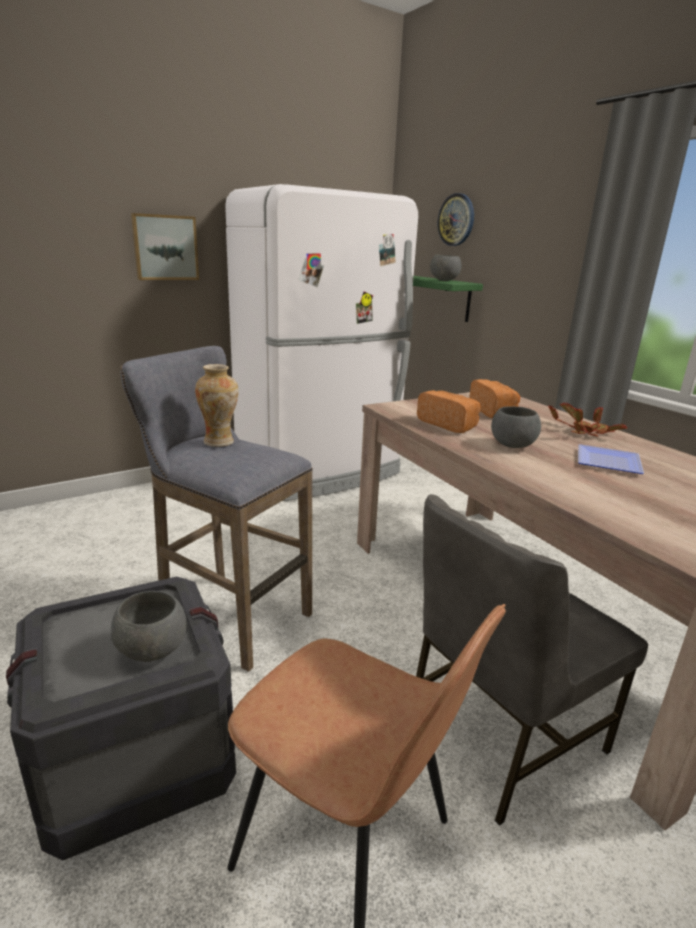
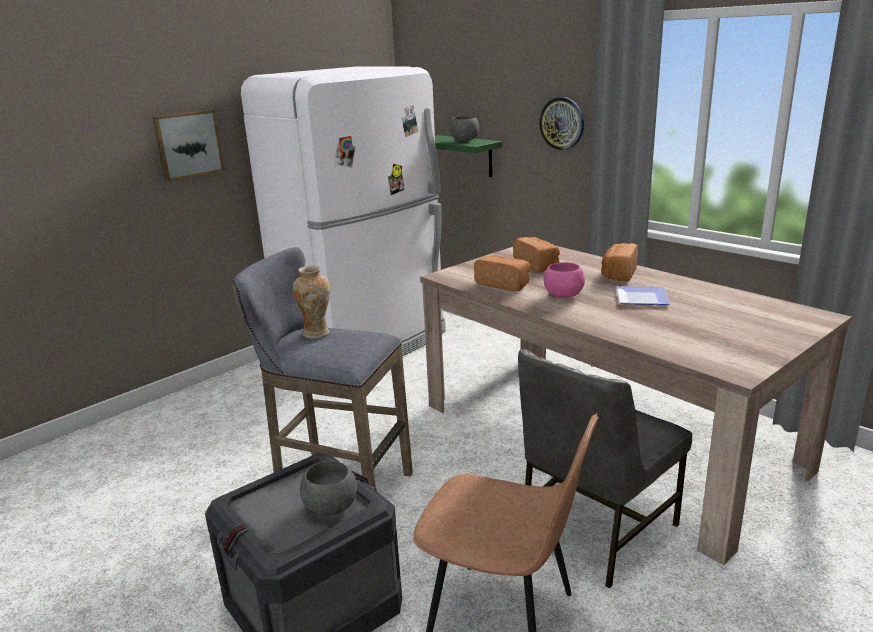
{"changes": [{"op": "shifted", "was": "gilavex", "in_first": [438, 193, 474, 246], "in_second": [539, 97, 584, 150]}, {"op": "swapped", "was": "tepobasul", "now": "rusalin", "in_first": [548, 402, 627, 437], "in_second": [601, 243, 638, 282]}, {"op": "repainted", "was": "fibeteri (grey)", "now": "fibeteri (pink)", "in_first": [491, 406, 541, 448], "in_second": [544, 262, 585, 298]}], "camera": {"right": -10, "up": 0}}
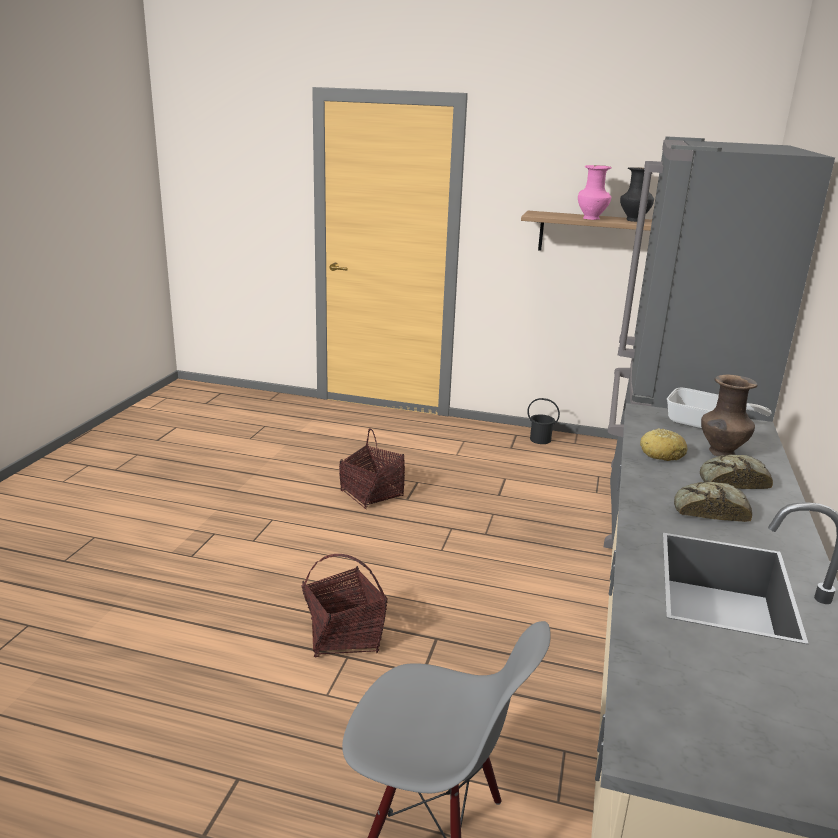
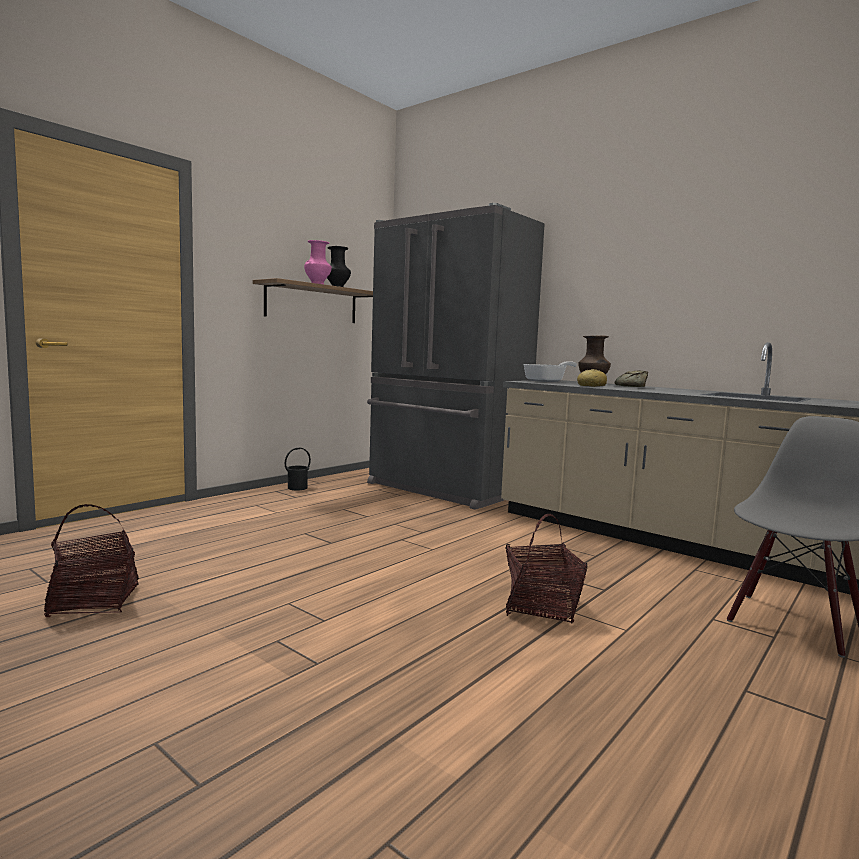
{"changes": [{"op": "shifted", "was": "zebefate", "in_first": [339, 428, 405, 509], "in_second": [44, 504, 139, 617]}, {"op": "gone", "was": "rusalin", "in_first": [674, 482, 752, 522]}], "camera": {"right": -65, "up": -15}}
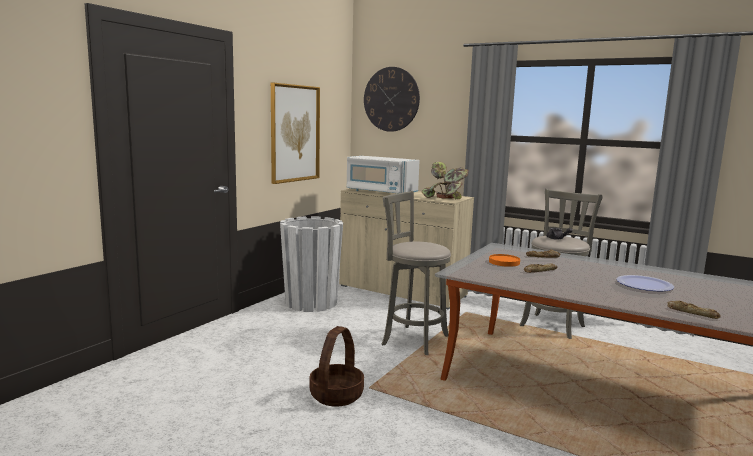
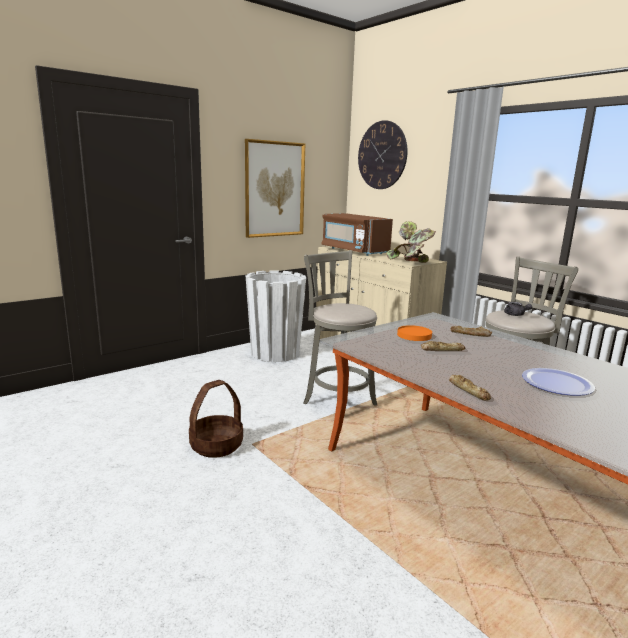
{"changes": [{"op": "repainted", "was": "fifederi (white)", "now": "fifederi (brown)", "in_first": [346, 156, 420, 193], "in_second": [321, 213, 393, 256]}, {"op": "shifted", "was": "rusalin", "in_first": [667, 301, 721, 319], "in_second": [449, 375, 491, 401]}], "camera": {"right": 20, "up": 5}}
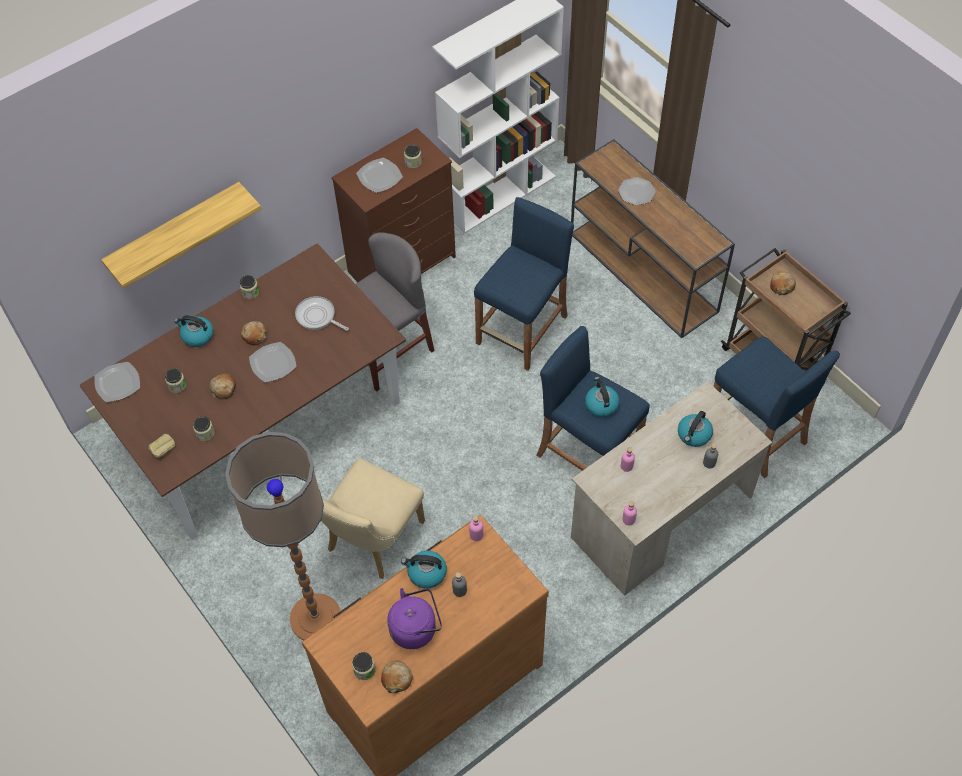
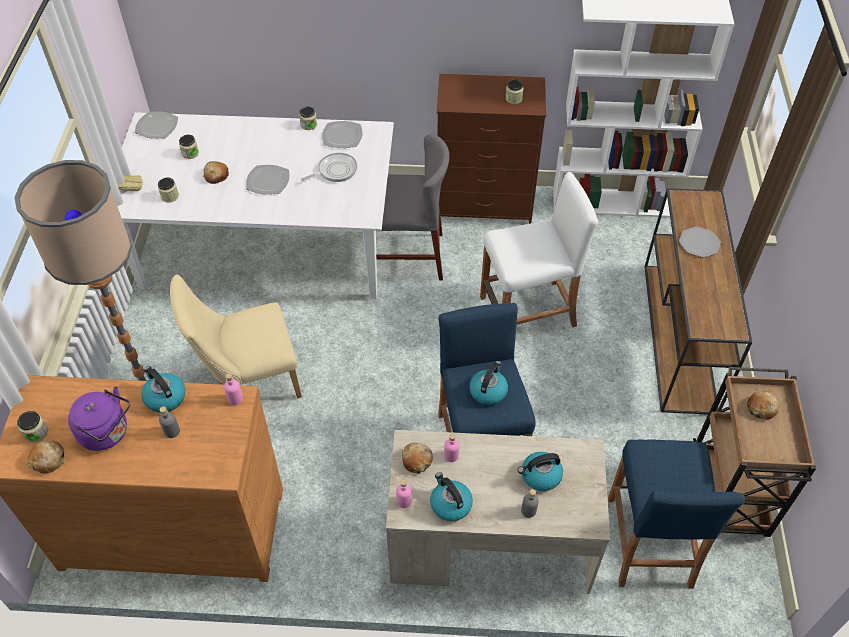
{"changes": [{"op": "shifted", "was": "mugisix", "in_first": [356, 158, 403, 193], "in_second": [322, 121, 363, 148]}, {"op": "gone", "was": "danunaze", "in_first": [101, 182, 261, 289]}, {"op": "repainted", "was": "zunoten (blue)", "now": "zunoten (white)", "in_first": [474, 197, 574, 371], "in_second": [480, 172, 598, 327]}, {"op": "repainted", "was": "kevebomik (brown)", "now": "kevebomik (white)", "in_first": [80, 244, 406, 540], "in_second": [117, 112, 394, 299]}, {"op": "rotated", "was": "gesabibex", "in_first": [295, 296, 349, 331], "in_second": [301, 153, 357, 182], "clockwise": 75}, {"op": "shifted", "was": "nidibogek", "in_first": [174, 315, 213, 347], "in_second": [430, 472, 473, 521]}, {"op": "shifted", "was": "rusalin", "in_first": [241, 321, 267, 345], "in_second": [402, 442, 433, 474]}], "camera": {"right": 40, "up": -5}}
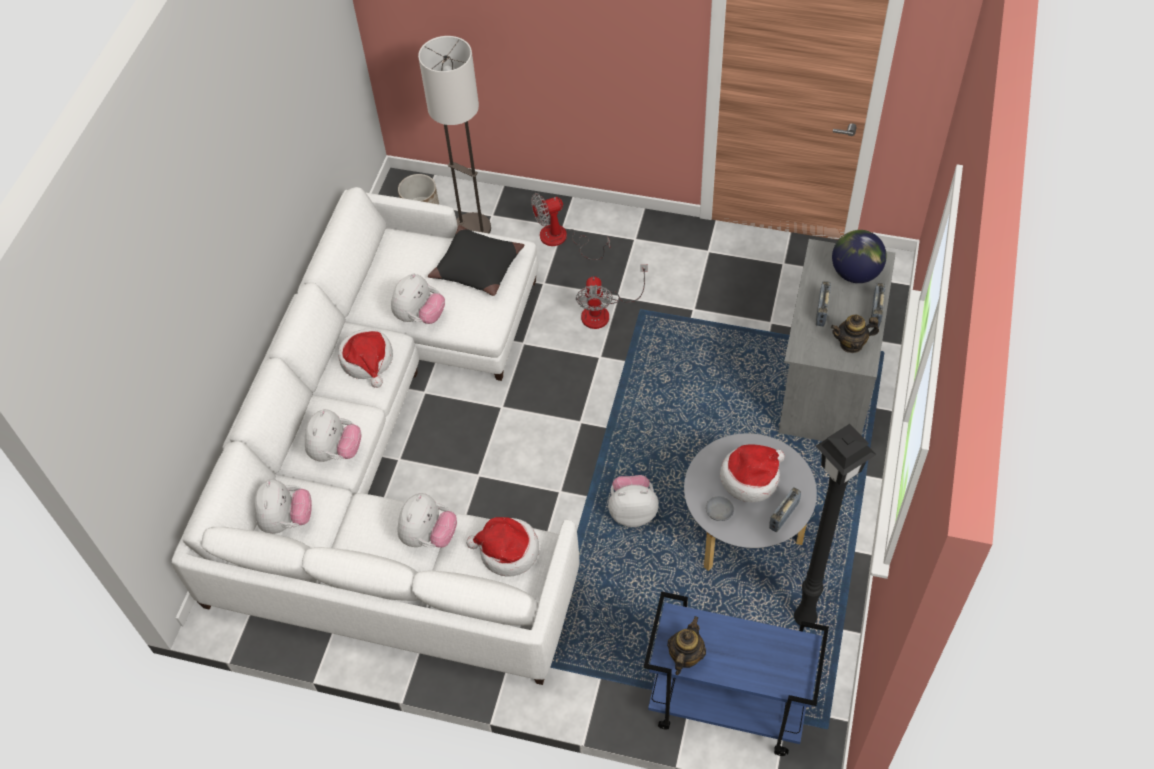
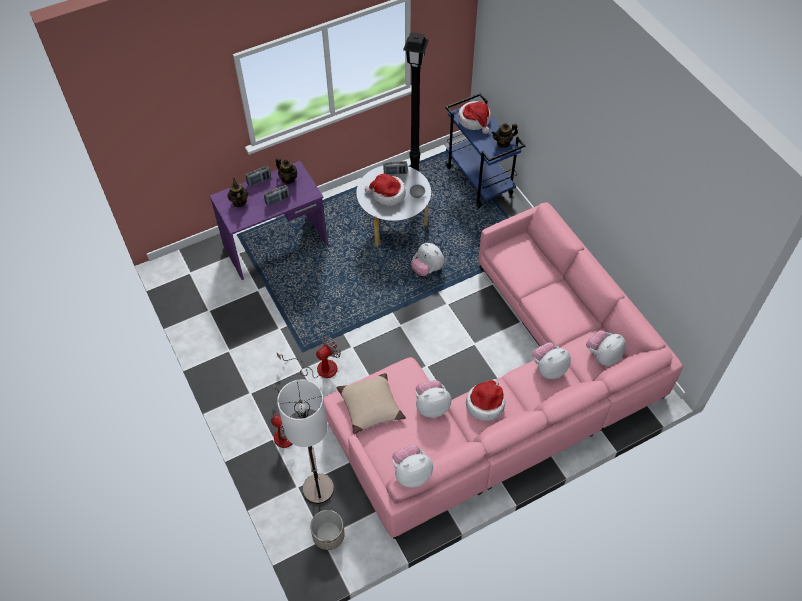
{"changes": [{"op": "repainted", "was": "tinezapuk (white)", "now": "tinezapuk (pink)", "in_first": [171, 187, 579, 685], "in_second": [323, 202, 683, 539]}, {"op": "repainted", "was": "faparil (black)", "now": "faparil (beige)", "in_first": [428, 225, 525, 296], "in_second": [337, 373, 406, 434]}, {"op": "swapped", "was": "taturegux", "now": "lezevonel", "in_first": [832, 230, 887, 283], "in_second": [227, 178, 248, 207]}, {"op": "repainted", "was": "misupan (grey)", "now": "misupan (purple)", "in_first": [778, 239, 896, 441], "in_second": [210, 161, 328, 280]}, {"op": "shifted", "was": "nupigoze", "in_first": [397, 493, 457, 548], "in_second": [392, 445, 433, 488]}, {"op": "shifted", "was": "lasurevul", "in_first": [466, 517, 539, 577], "in_second": [458, 101, 491, 134]}], "camera": {"right": -135, "up": 0}}
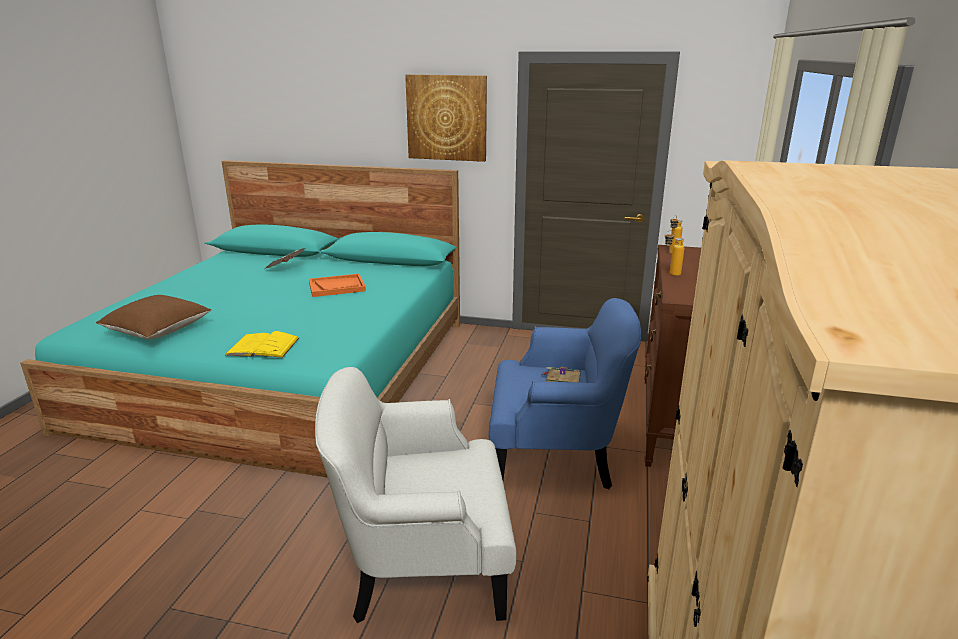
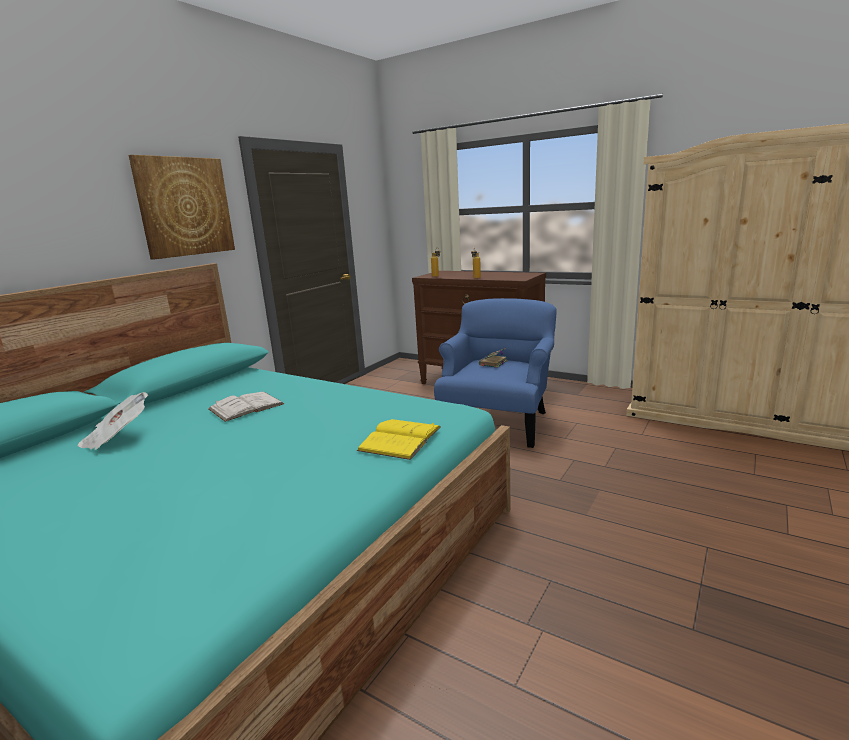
{"changes": [{"op": "swapped", "was": "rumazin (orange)", "now": "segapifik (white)", "in_first": [309, 274, 366, 297], "in_second": [208, 392, 285, 422]}, {"op": "gone", "was": "faparil (brown)", "in_first": [96, 295, 211, 339]}, {"op": "gone", "was": "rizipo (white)", "in_first": [315, 367, 517, 623]}], "camera": {"right": -70, "up": -5}}
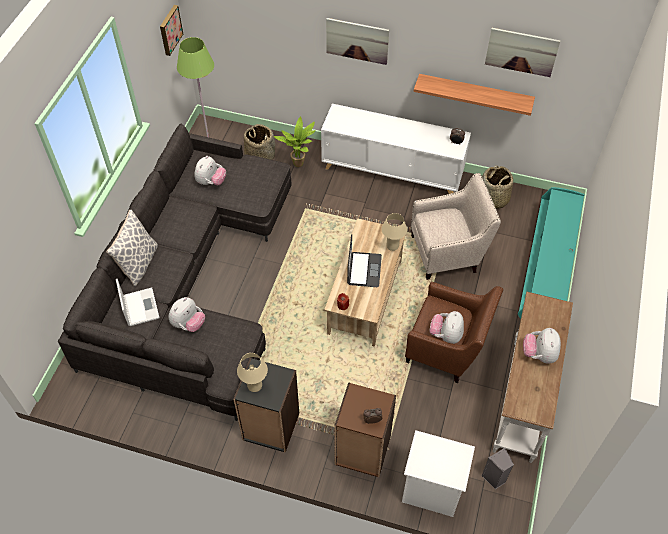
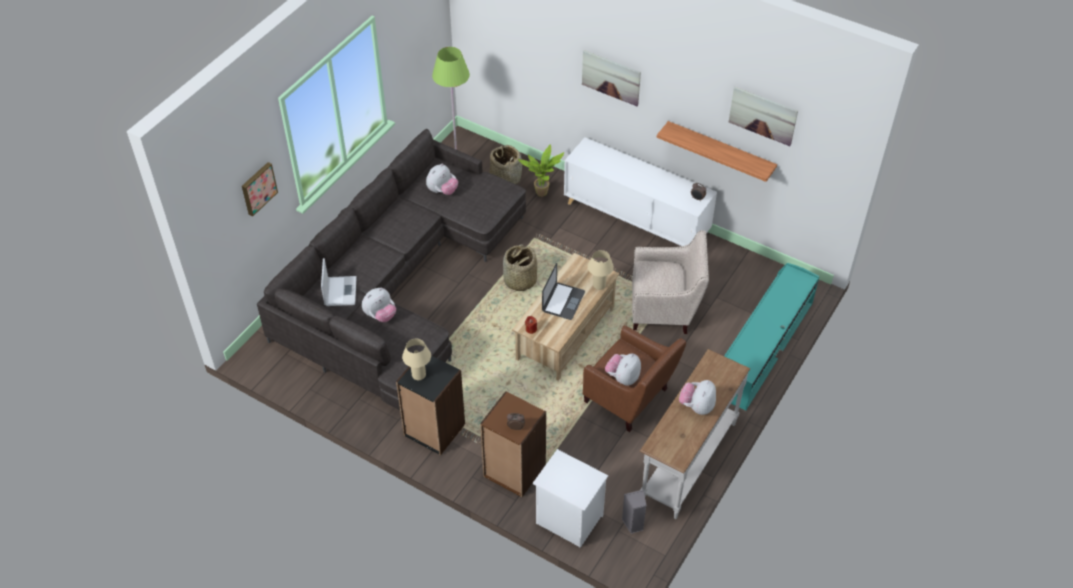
{"changes": [{"op": "shifted", "was": "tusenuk", "in_first": [160, 5, 183, 56], "in_second": [242, 162, 278, 217]}, {"op": "shifted", "was": "zebefate", "in_first": [482, 165, 513, 209], "in_second": [503, 244, 537, 292]}, {"op": "gone", "was": "faparil", "in_first": [106, 210, 158, 286]}], "camera": {"right": 15, "up": -5}}
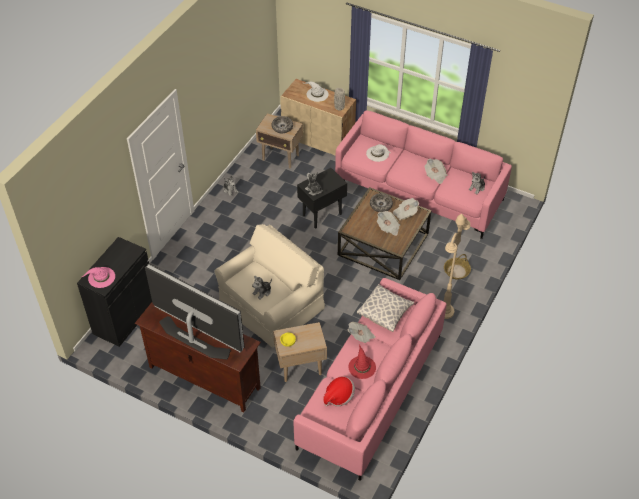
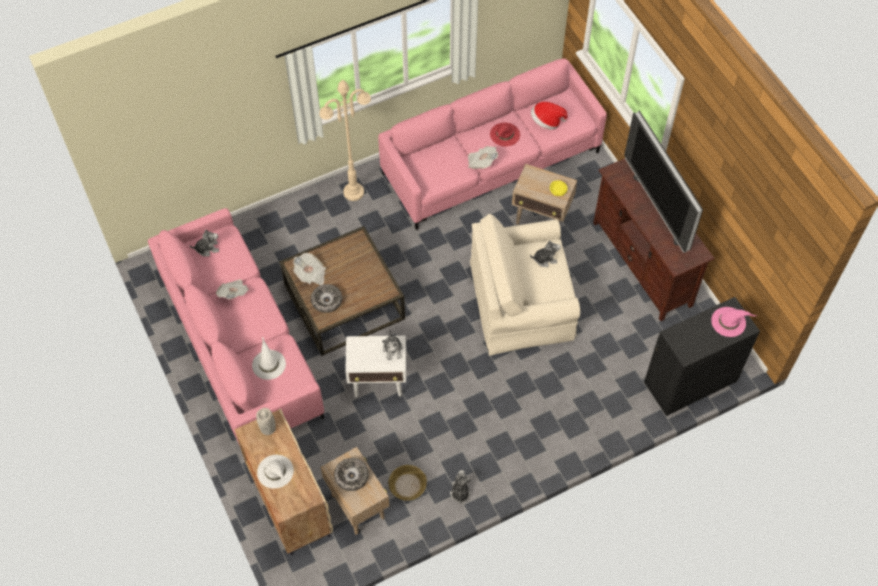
{"changes": [{"op": "repainted", "was": "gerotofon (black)", "now": "gerotofon (white)", "in_first": [297, 168, 347, 228], "in_second": [345, 336, 406, 397]}, {"op": "gone", "was": "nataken", "in_first": [377, 211, 400, 236]}, {"op": "shifted", "was": "zebefate", "in_first": [444, 254, 471, 280], "in_second": [388, 465, 427, 501]}, {"op": "gone", "was": "faparil", "in_first": [357, 284, 414, 332]}], "camera": {"right": -145, "up": 10}}
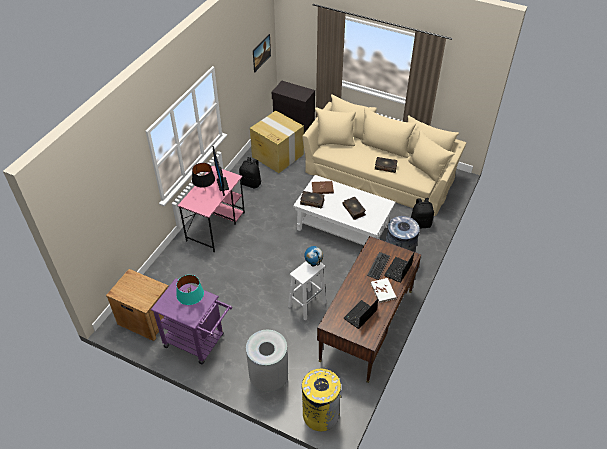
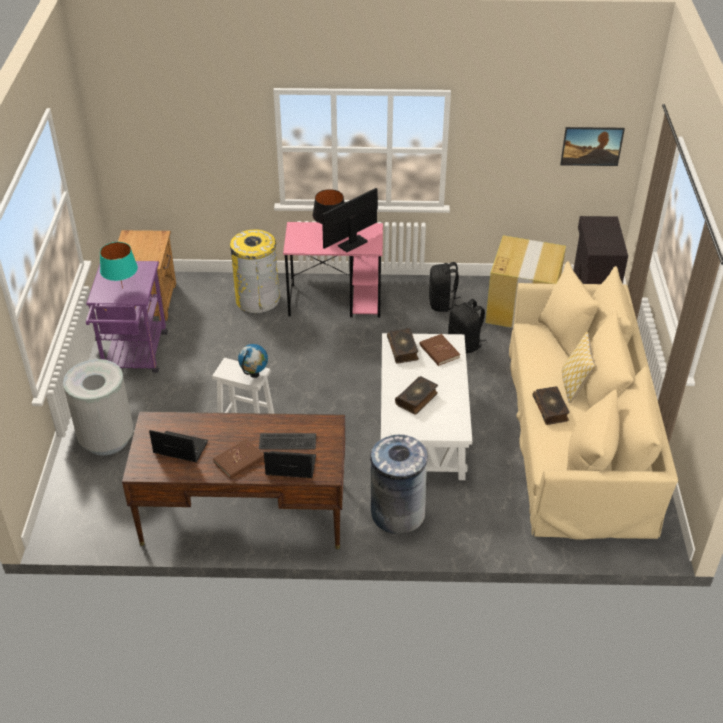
{"changes": [{"op": "shifted", "was": "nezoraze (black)", "in_first": [411, 198, 434, 229], "in_second": [448, 299, 486, 353]}, {"op": "repainted", "was": "segapifik (white)", "now": "segapifik (brown)", "in_first": [371, 278, 397, 303], "in_second": [213, 439, 264, 479]}, {"op": "shifted", "was": "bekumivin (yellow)", "in_first": [302, 369, 341, 431], "in_second": [230, 229, 280, 313]}, {"op": "new", "now": "faparil", "in_second": [562, 332, 596, 403]}], "camera": {"right": 65, "up": -5}}
